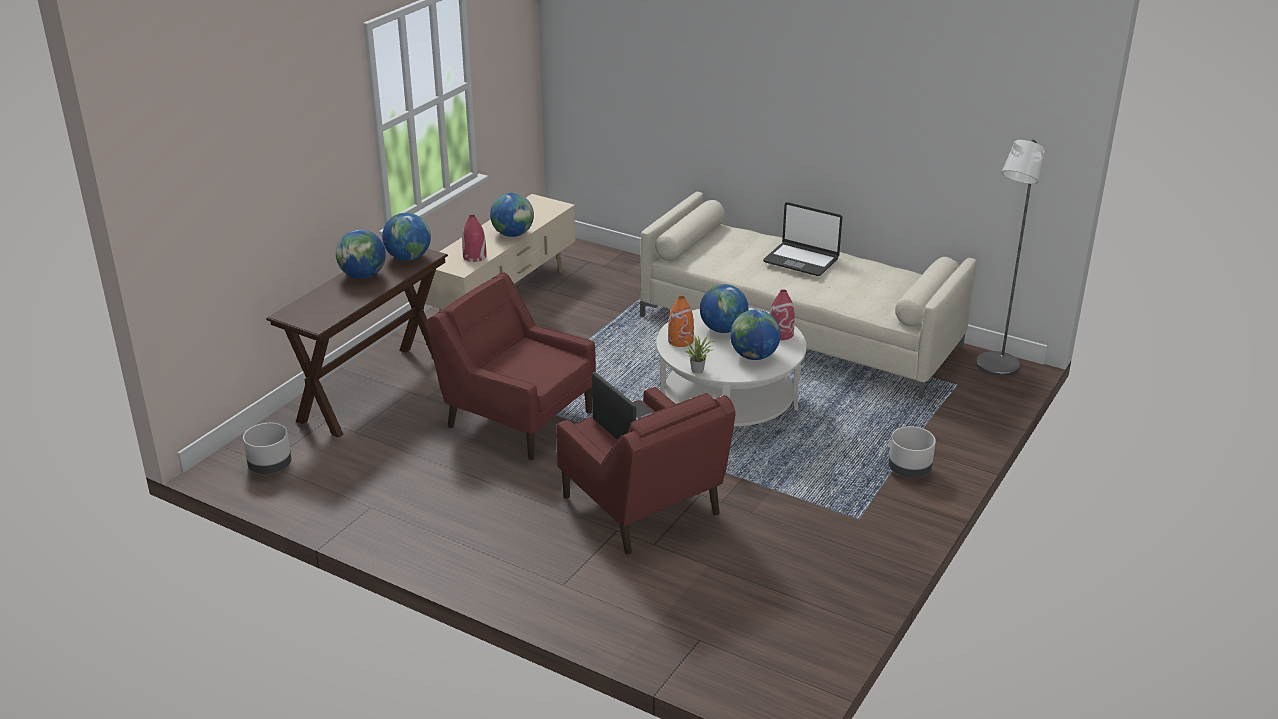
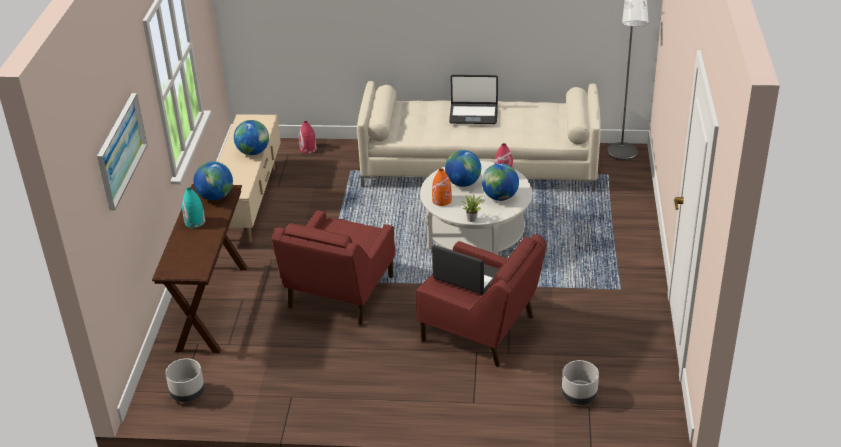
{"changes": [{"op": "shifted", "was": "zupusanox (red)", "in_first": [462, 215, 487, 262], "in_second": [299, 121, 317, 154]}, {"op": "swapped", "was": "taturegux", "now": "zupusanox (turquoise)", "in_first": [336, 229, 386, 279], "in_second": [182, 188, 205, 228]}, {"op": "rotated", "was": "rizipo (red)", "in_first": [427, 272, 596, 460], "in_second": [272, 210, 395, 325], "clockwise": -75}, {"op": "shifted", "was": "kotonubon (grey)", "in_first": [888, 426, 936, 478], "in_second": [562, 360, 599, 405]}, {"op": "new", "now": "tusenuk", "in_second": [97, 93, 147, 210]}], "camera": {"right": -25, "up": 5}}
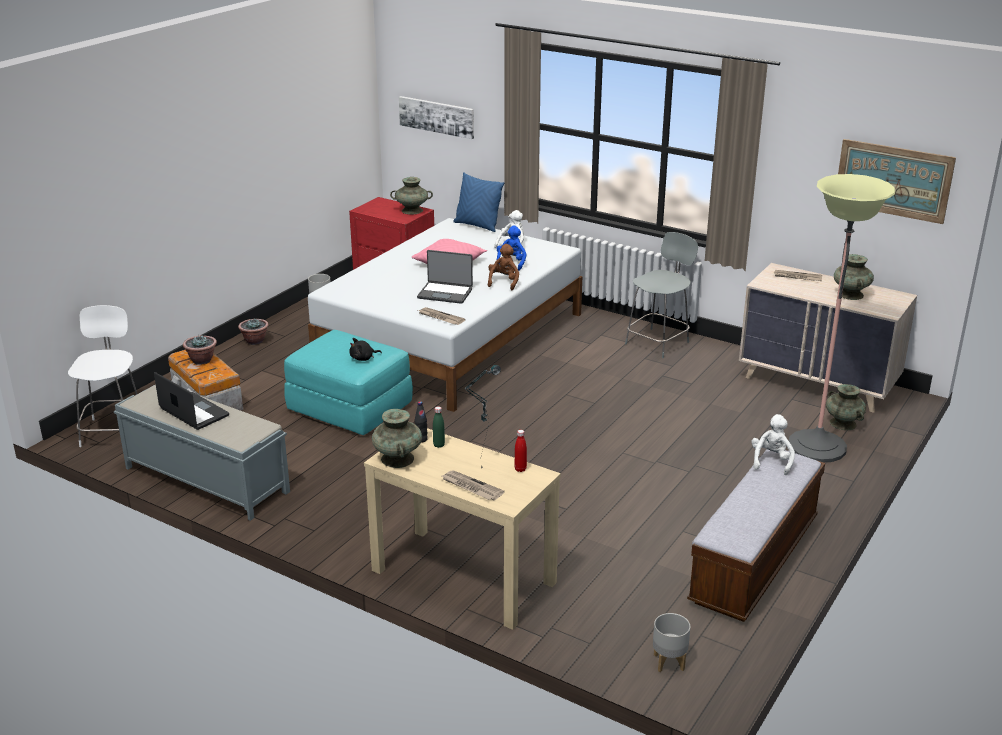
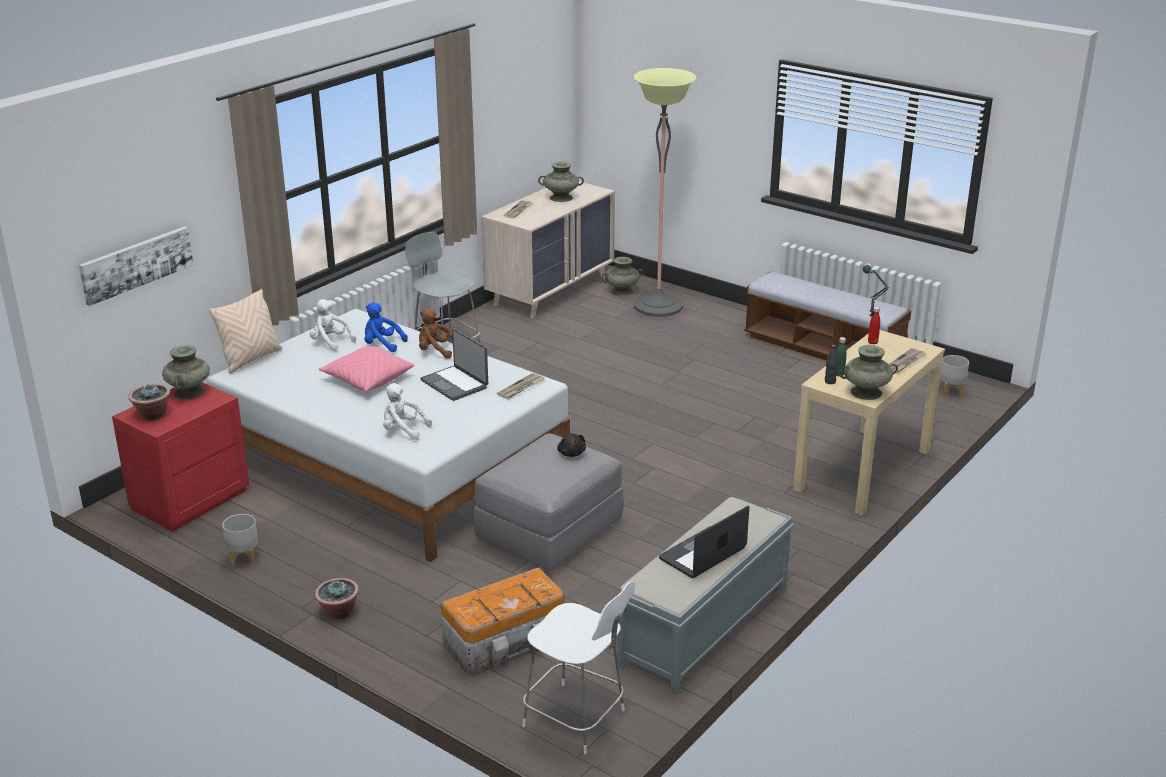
{"changes": [{"op": "gone", "was": "tusenuk", "in_first": [838, 139, 956, 224]}, {"op": "repainted", "was": "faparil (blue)", "now": "faparil (beige)", "in_first": [453, 172, 504, 232], "in_second": [208, 289, 282, 374]}, {"op": "rotated", "was": "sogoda", "in_first": [417, 250, 473, 304], "in_second": [420, 329, 488, 401], "clockwise": 120}, {"op": "rotated", "was": "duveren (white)", "in_first": [68, 305, 137, 447], "in_second": [522, 582, 635, 754], "clockwise": -150}, {"op": "repainted", "was": "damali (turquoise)", "now": "damali (grey)", "in_first": [284, 330, 413, 435], "in_second": [473, 433, 624, 571]}, {"op": "shifted", "was": "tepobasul", "in_first": [183, 335, 217, 365], "in_second": [128, 384, 171, 420]}, {"op": "shifted", "was": "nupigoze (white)", "in_first": [751, 414, 795, 475], "in_second": [383, 383, 432, 440]}], "camera": {"right": -85, "up": 0}}
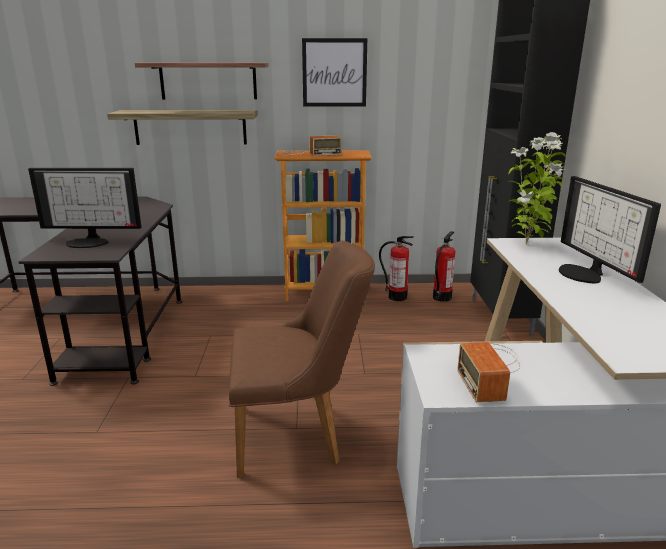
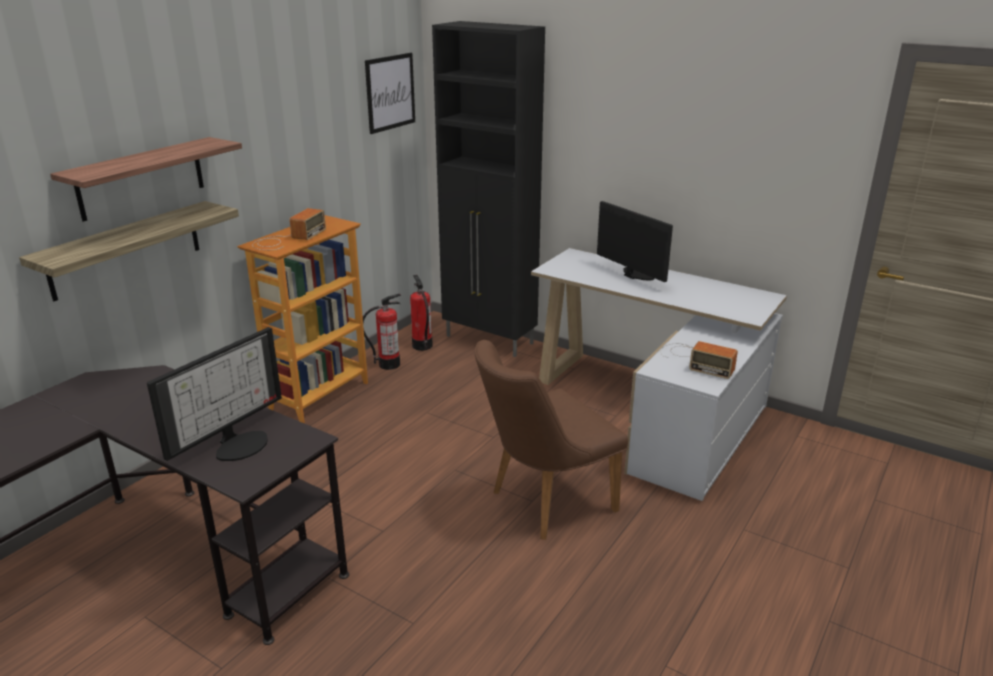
{"changes": [{"op": "shifted", "was": "tusenuk", "in_first": [302, 38, 367, 106], "in_second": [365, 53, 415, 134]}, {"op": "gone", "was": "tepobasul", "in_first": [508, 132, 566, 245]}, {"op": "rotated", "was": "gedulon", "in_first": [559, 176, 661, 283], "in_second": [597, 201, 673, 282], "clockwise": -150}, {"op": "rotated", "was": "duveren (brown)", "in_first": [229, 241, 375, 478], "in_second": [475, 340, 628, 540], "clockwise": -150}], "camera": {"right": -55, "up": 5}}
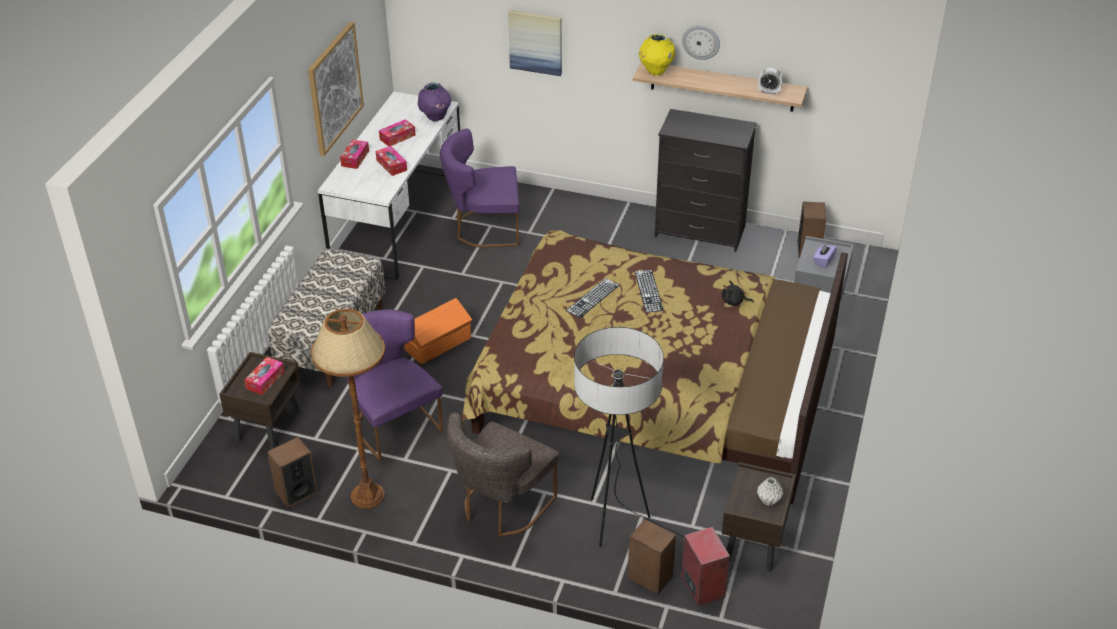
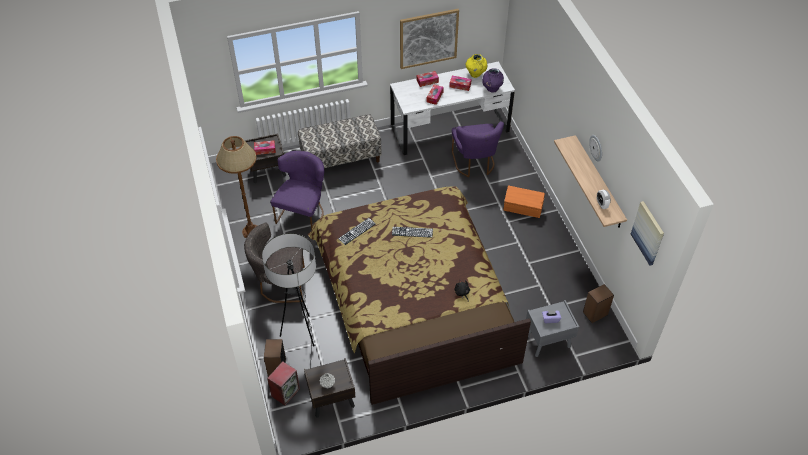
{"changes": [{"op": "shifted", "was": "tusenuk", "in_first": [508, 10, 562, 76], "in_second": [631, 201, 664, 265]}, {"op": "shifted", "was": "zupusanox (yellow)", "in_first": [639, 34, 675, 76], "in_second": [466, 54, 488, 78]}, {"op": "gone", "was": "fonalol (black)", "in_first": [655, 109, 757, 252]}, {"op": "rotated", "was": "duveren (purple)", "in_first": [440, 129, 519, 248], "in_second": [452, 121, 504, 177], "clockwise": -150}, {"op": "shifted", "was": "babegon", "in_first": [634, 270, 664, 313], "in_second": [338, 218, 376, 245]}, {"op": "shifted", "was": "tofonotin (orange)", "in_first": [404, 298, 472, 365], "in_second": [504, 186, 545, 218]}, {"op": "gone", "was": "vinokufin", "in_first": [267, 437, 318, 508]}], "camera": {"right": 55, "up": 10}}
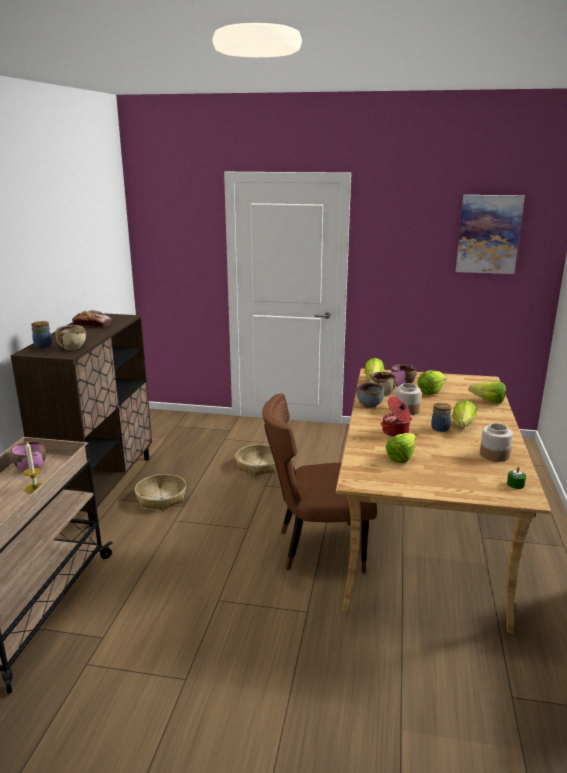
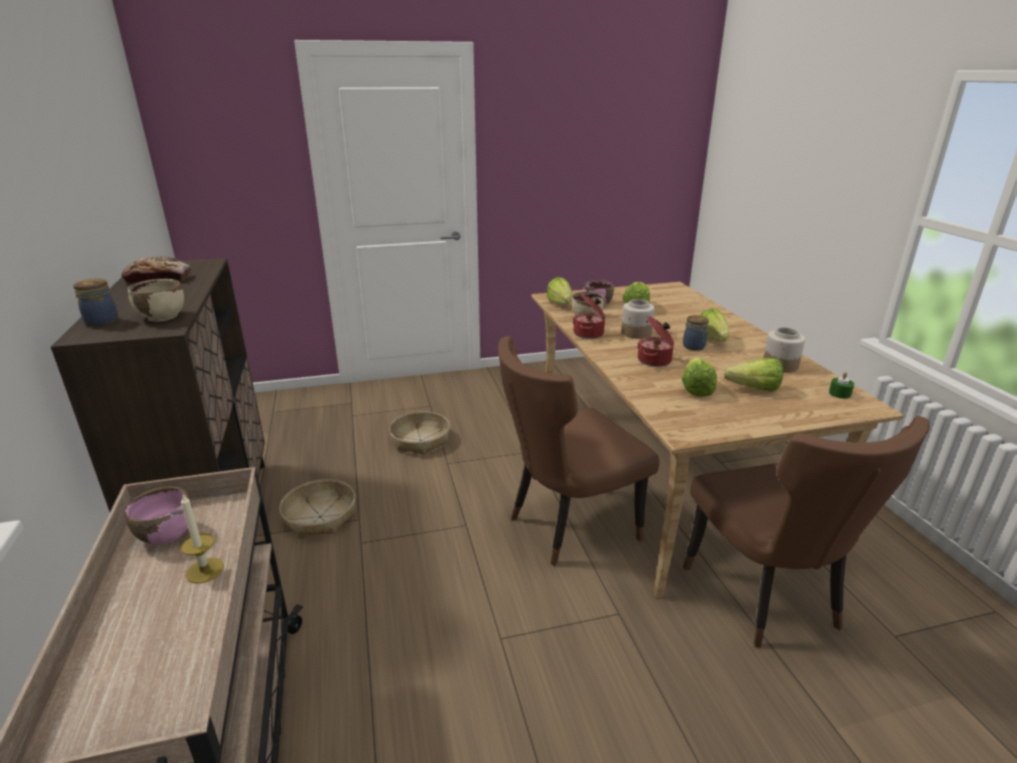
{"changes": [{"op": "gone", "was": "tusenuk", "in_first": [456, 195, 525, 274]}, {"op": "shifted", "was": "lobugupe", "in_first": [469, 381, 506, 404], "in_second": [724, 358, 784, 392]}, {"op": "swapped", "was": "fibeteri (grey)", "now": "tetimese", "in_first": [357, 383, 384, 408], "in_second": [573, 294, 605, 339]}, {"op": "new", "now": "duveren (brown)", "in_second": [683, 416, 929, 648]}], "camera": {"right": -25, "up": 5}}
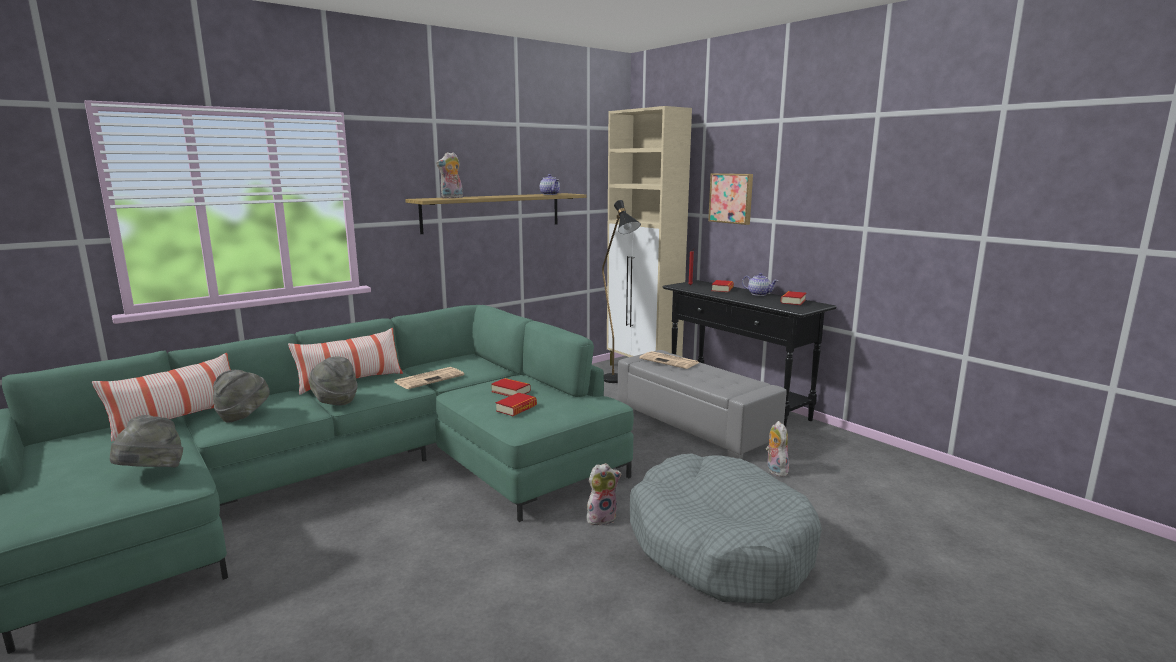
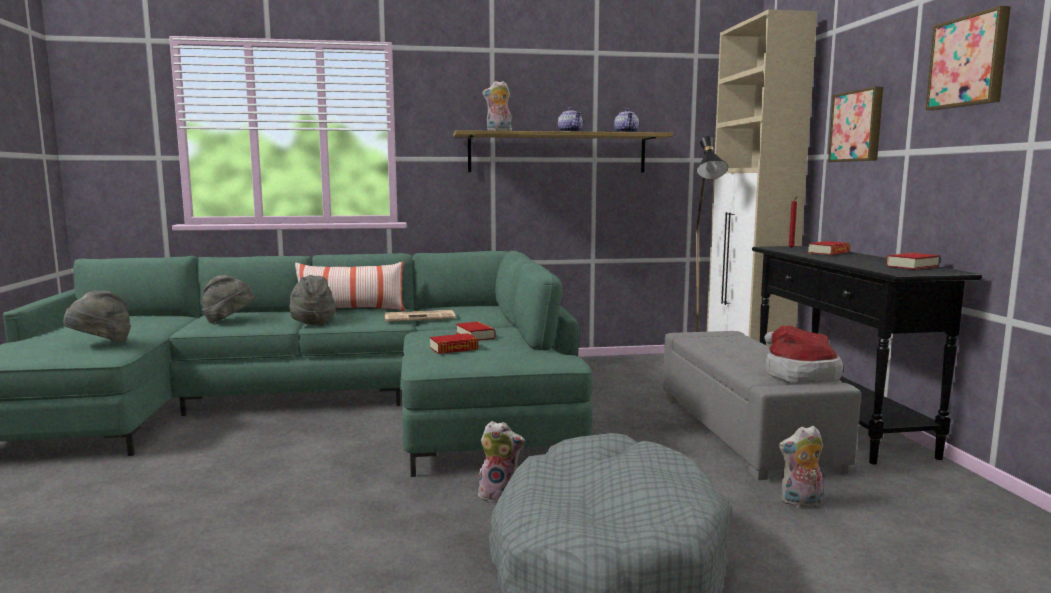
{"changes": [{"op": "shifted", "was": "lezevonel", "in_first": [742, 273, 778, 296], "in_second": [558, 107, 583, 132]}, {"op": "gone", "was": "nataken", "in_first": [639, 351, 699, 369]}, {"op": "gone", "was": "faparil", "in_first": [92, 353, 231, 442]}, {"op": "rotated", "was": "nupigoze", "in_first": [766, 421, 789, 477], "in_second": [779, 426, 823, 508], "clockwise": -120}, {"op": "new", "now": "tusenuk", "in_second": [925, 6, 1011, 110]}, {"op": "new", "now": "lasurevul", "in_second": [765, 326, 843, 383]}], "camera": {"right": 30, "up": -5}}
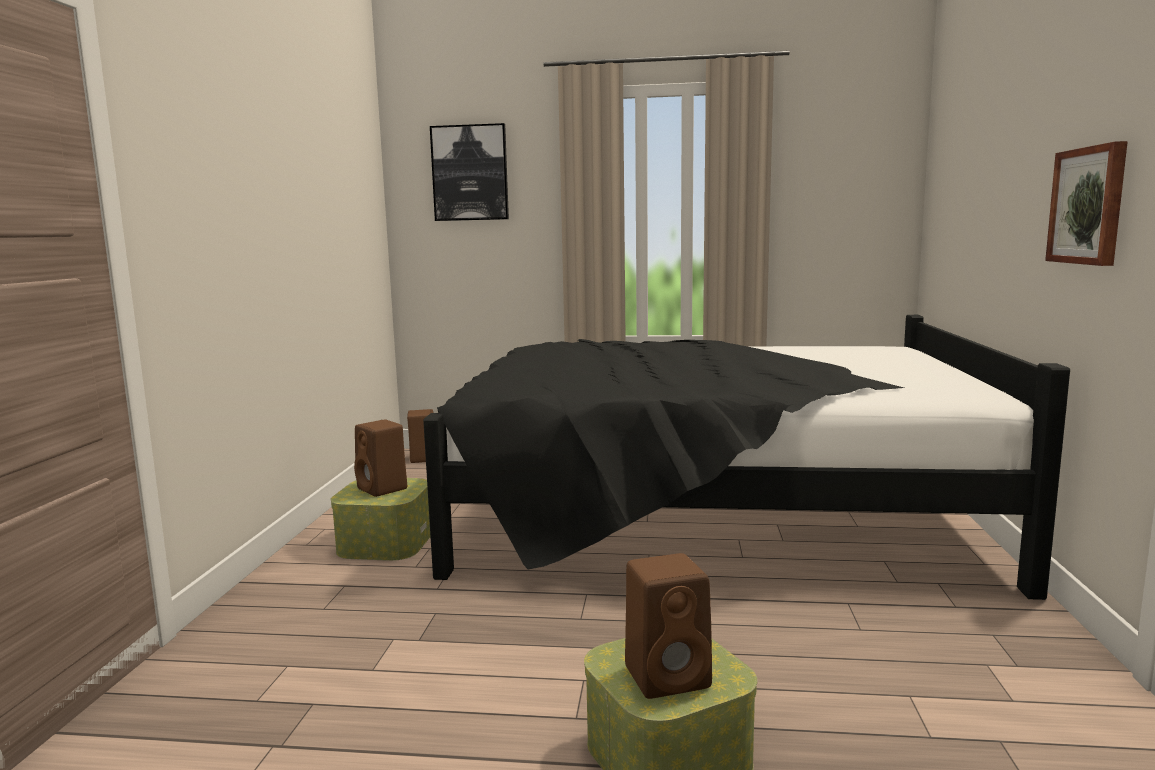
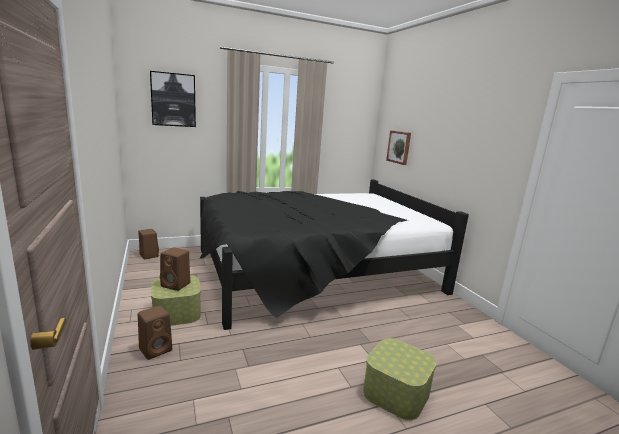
{"changes": [{"op": "shifted", "was": "tusenuk", "in_first": [1045, 141, 1128, 266], "in_second": [386, 130, 411, 165]}, {"op": "shifted", "was": "vinokufin (brown)", "in_first": [625, 553, 712, 699], "in_second": [138, 306, 172, 360]}], "camera": {"right": -30, "up": 5}}
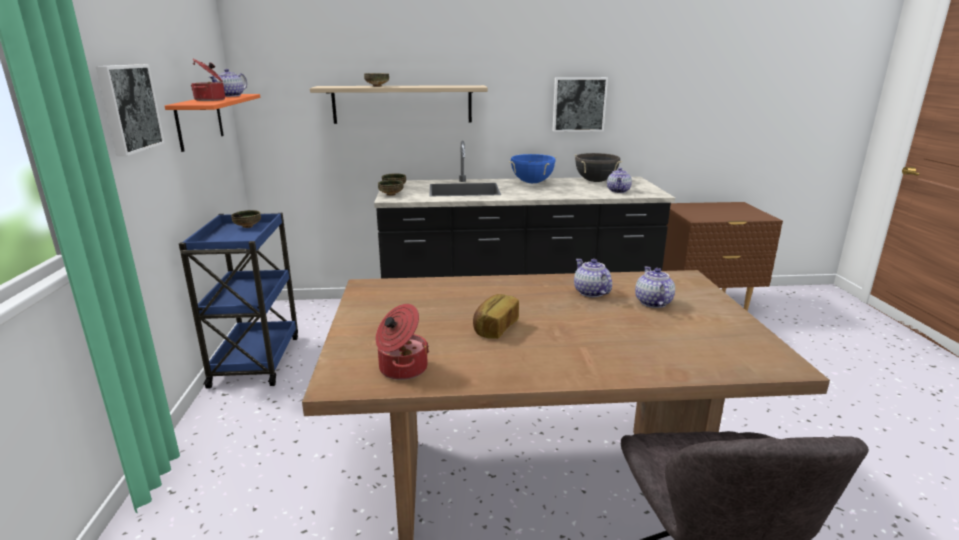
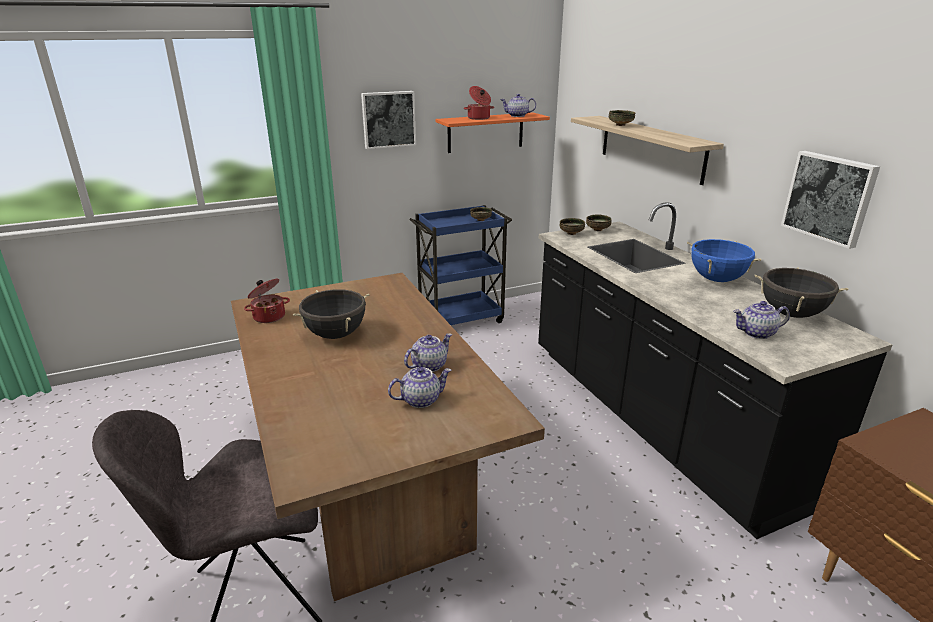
{"changes": [{"op": "swapped", "was": "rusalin", "now": "tetimese (black)", "in_first": [473, 294, 519, 339], "in_second": [293, 289, 369, 339]}], "camera": {"right": 70, "up": 5}}
